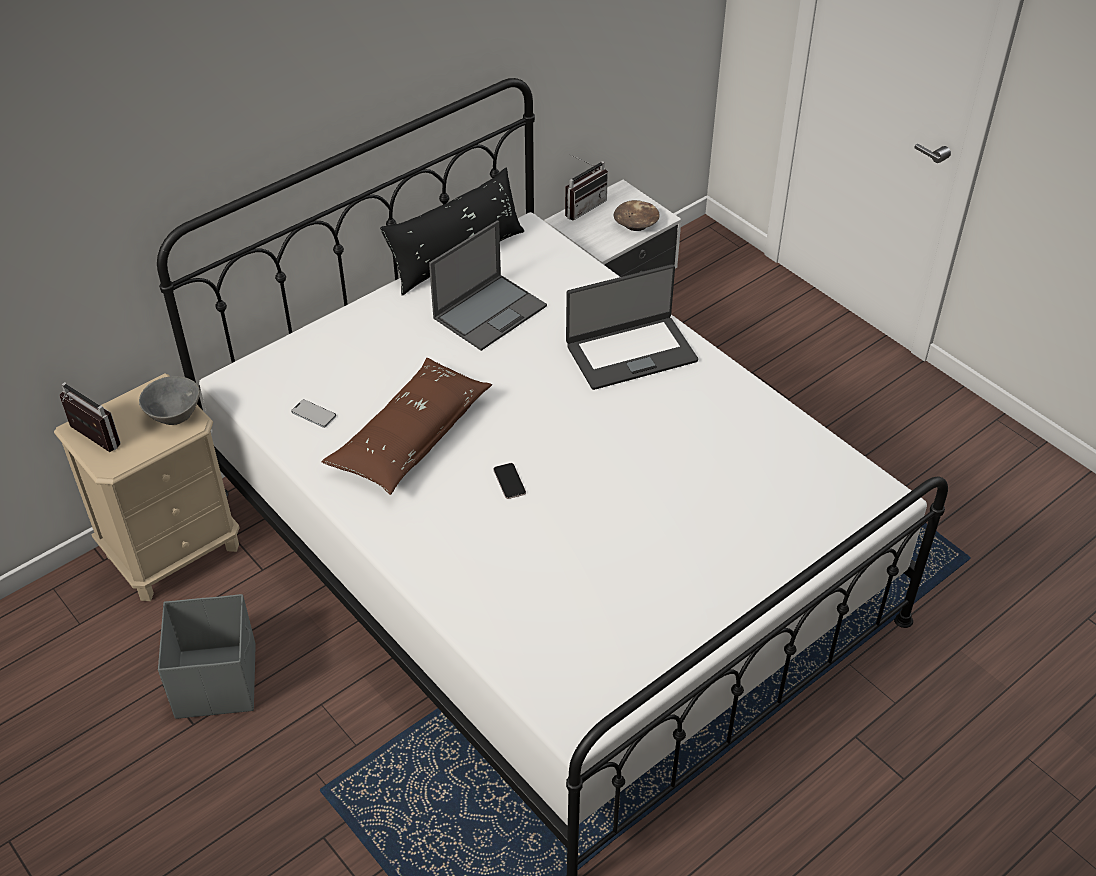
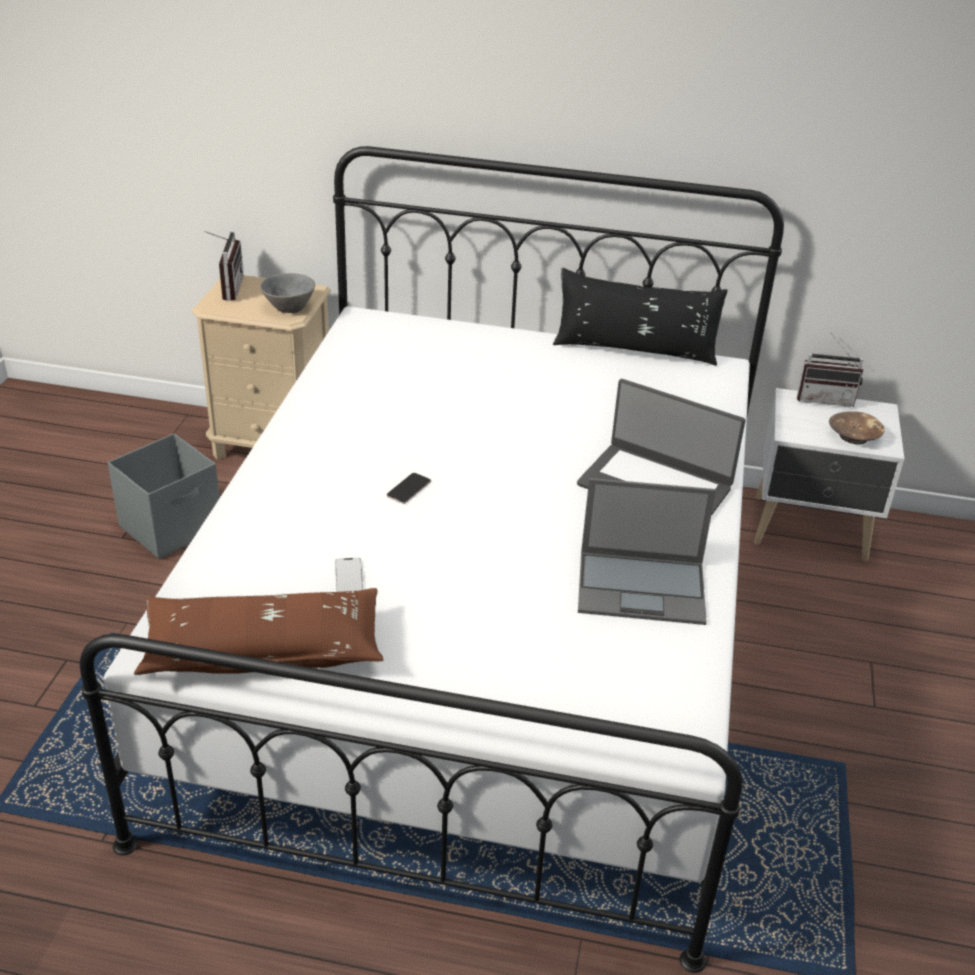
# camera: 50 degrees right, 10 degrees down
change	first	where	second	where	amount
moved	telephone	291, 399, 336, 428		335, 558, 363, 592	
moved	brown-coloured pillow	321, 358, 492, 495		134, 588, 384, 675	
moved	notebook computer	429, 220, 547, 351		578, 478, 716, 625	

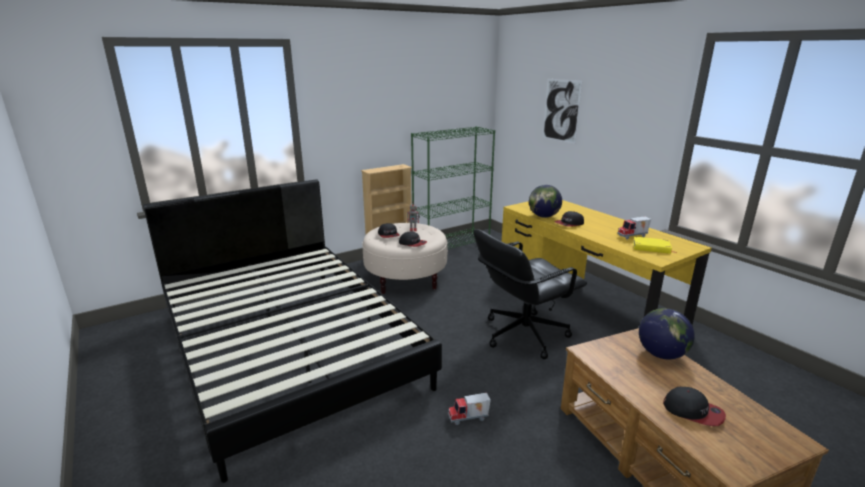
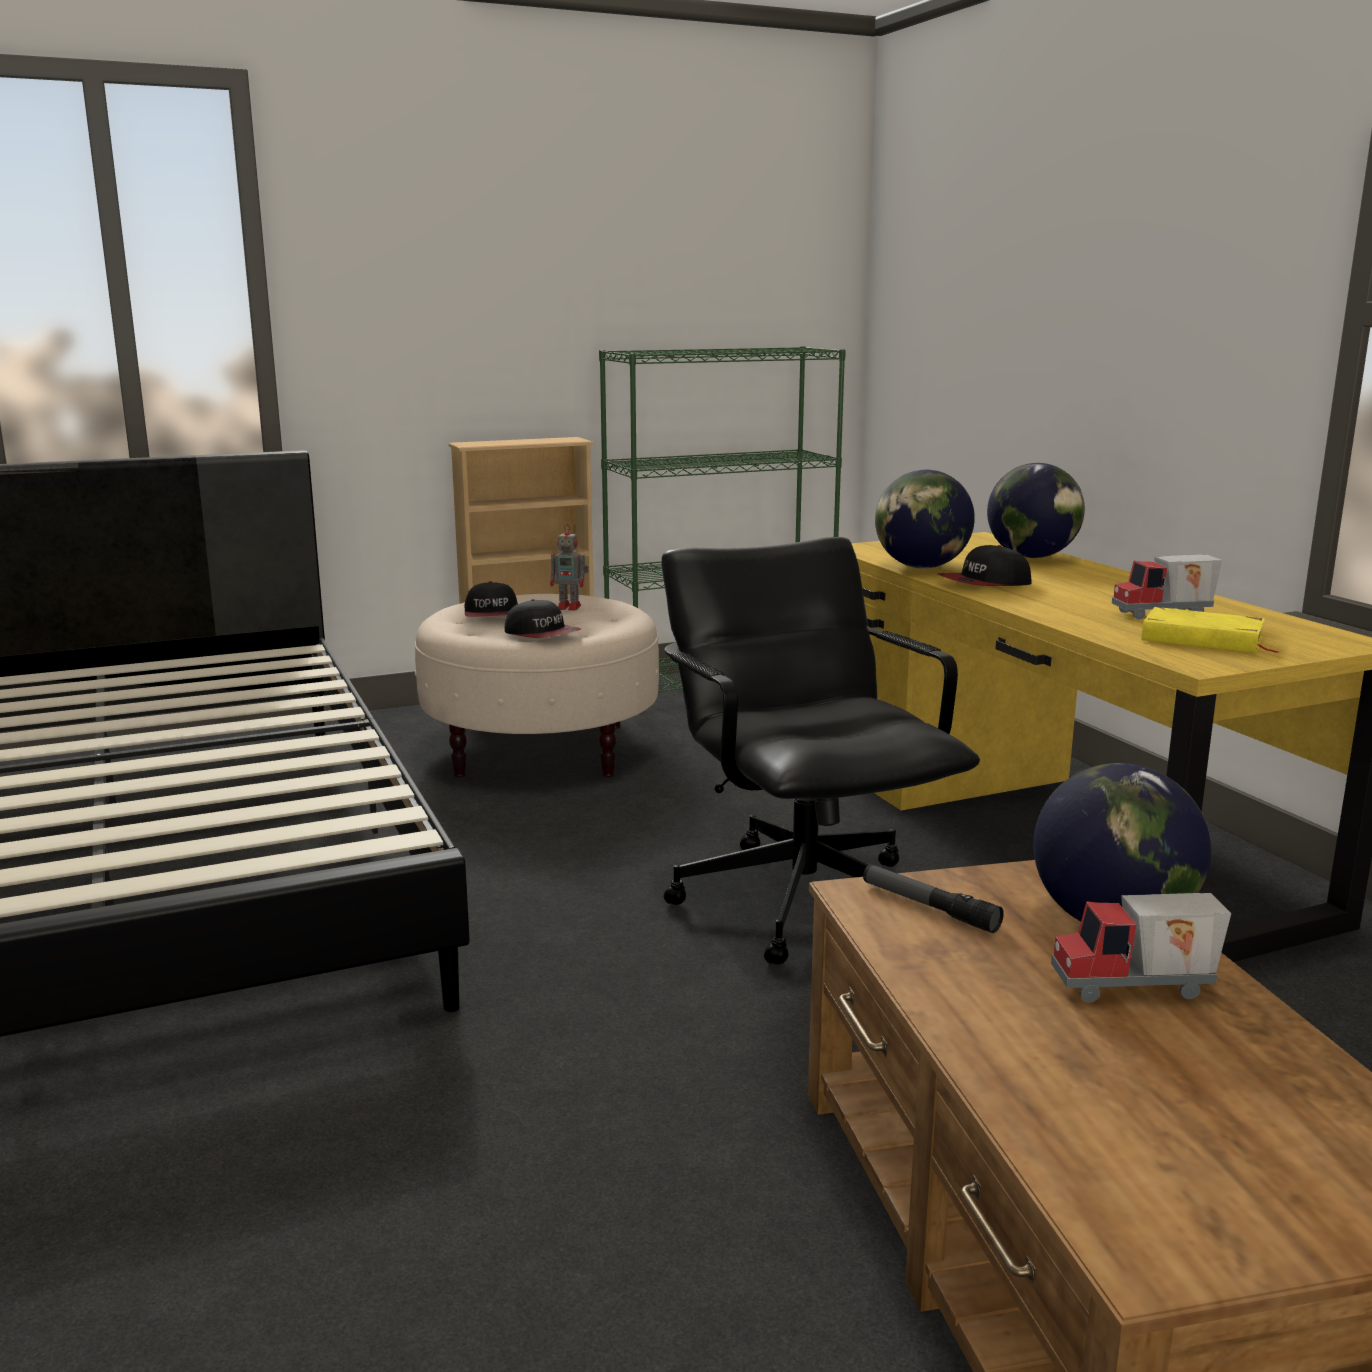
# camera: 10 degrees right, 5 degrees down
change	first	where	second	where	amount
moved	toy lorry	448, 393, 491, 425		1051, 893, 1231, 1002	
turned	black-coloured desk chair	473, 229, 587, 359		661, 537, 980, 965	90 degrees clockwise
removed	wall art	543, 79, 582, 144			
removed	baseball cap	663, 387, 726, 426			
added			hand torch	863, 864, 1004, 933	
added			globe	987, 463, 1085, 558	

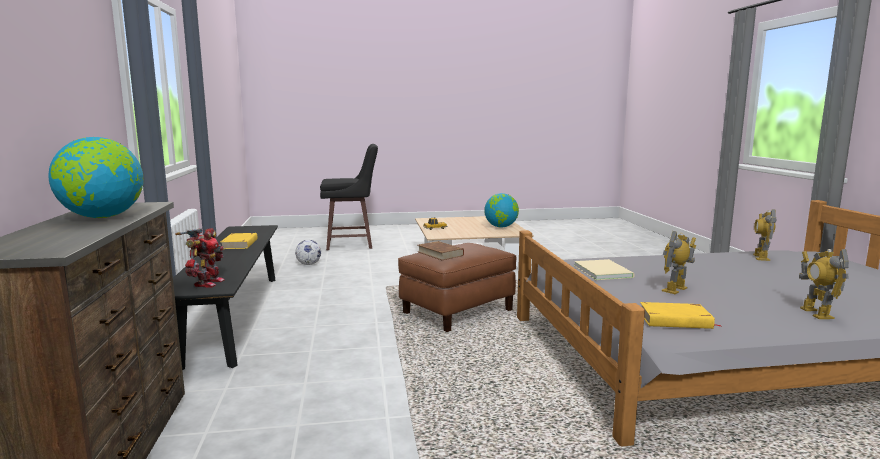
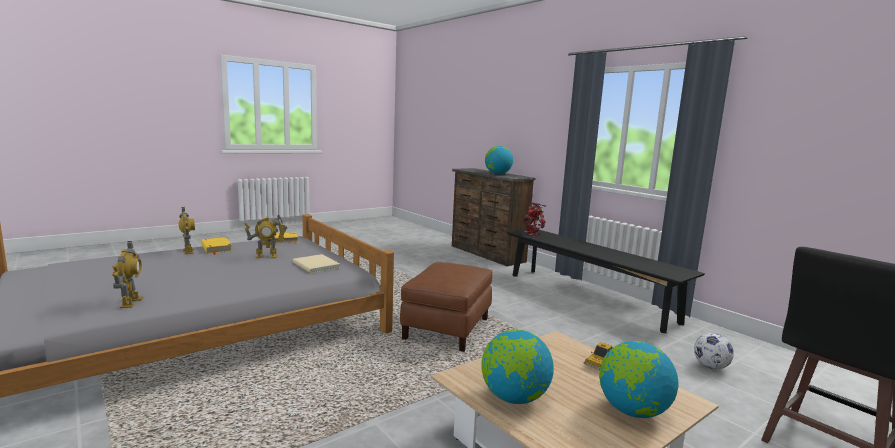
# camera: 150 degrees right, 0 degrees up
change	first	where	second	where	amount
moved	yellow-coloured volume	221, 233, 258, 249		201, 237, 232, 255	
removed	brown-coloured volume	418, 241, 464, 260			
turned	robot figure	662, 231, 696, 294		244, 214, 287, 258	60 degrees clockwise
added			globe	599, 341, 679, 418	

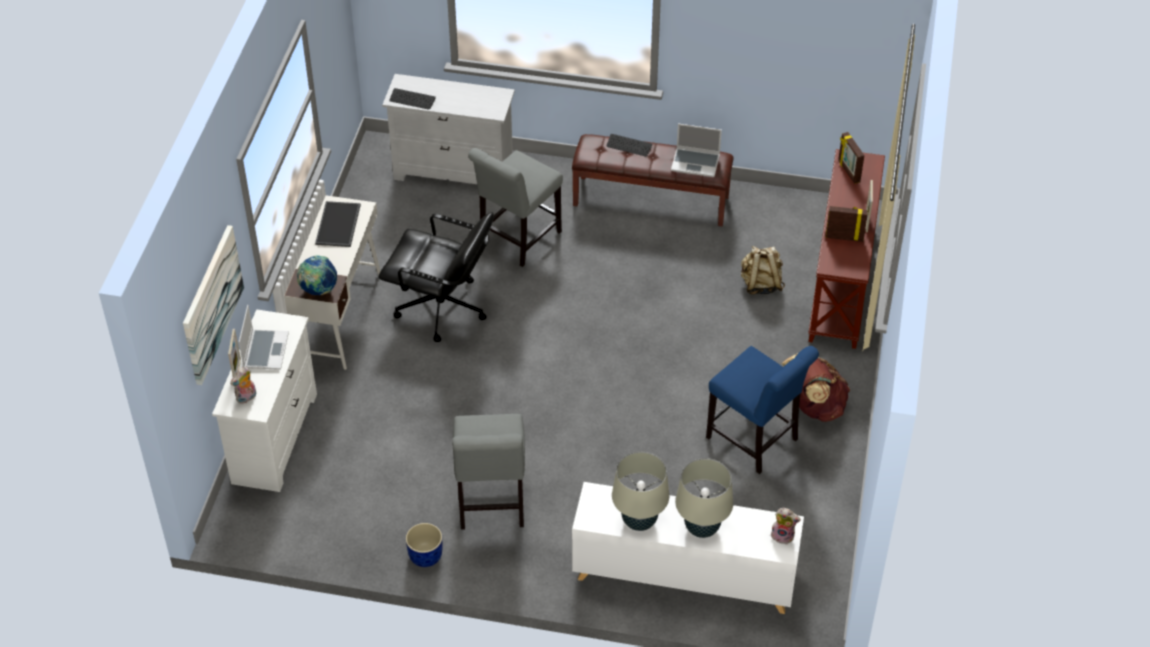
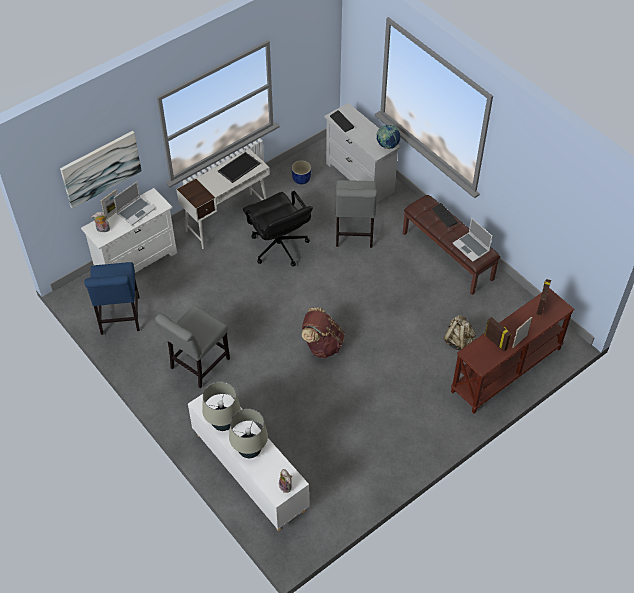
# camera: 40 degrees right, 5 degrees up
change	first	where	second	where	amount
moved	globe	297, 256, 337, 295		377, 125, 400, 149	
moved	blue-coloured flower pot	406, 523, 443, 567		291, 160, 311, 184	
turned	grey chair	468, 148, 563, 267		335, 180, 377, 248	75 degrees counterclockwise
moved	blue-coloured chair	706, 346, 819, 474		84, 262, 140, 335	
moved	brown-coloured rucksack	782, 353, 850, 422		302, 307, 345, 358	

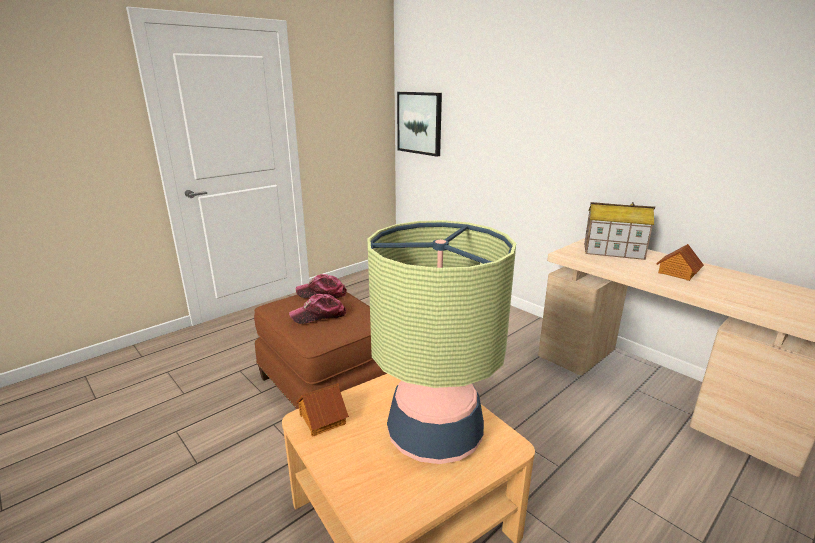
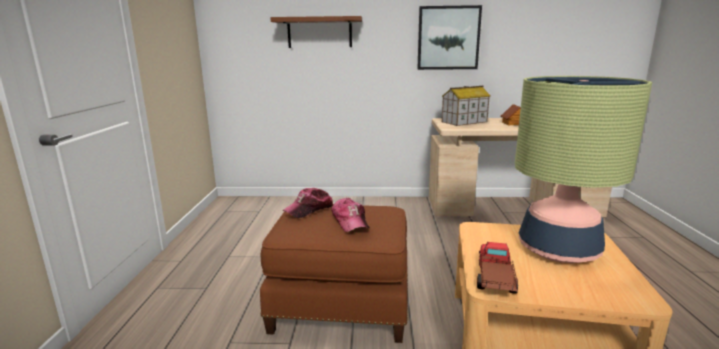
# camera: 45 degrees left, 5 degrees down
change	first	where	second	where	amount
turned	baseball cap	289, 294, 346, 324		331, 198, 370, 232	45 degrees counterclockwise
replaced	miniature house	297, 383, 349, 437	toy lorry	477, 242, 519, 293	
moved	wall art	397, 92, 442, 157		417, 5, 482, 70	
added			brown-coloured wall shelf	270, 16, 362, 48	

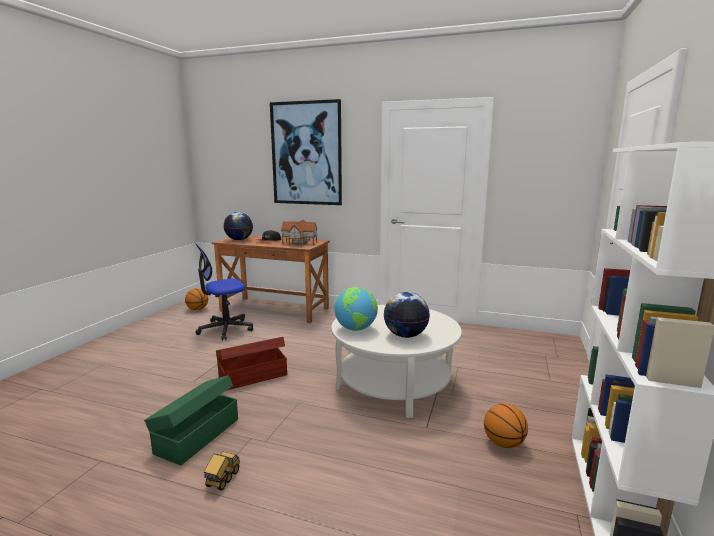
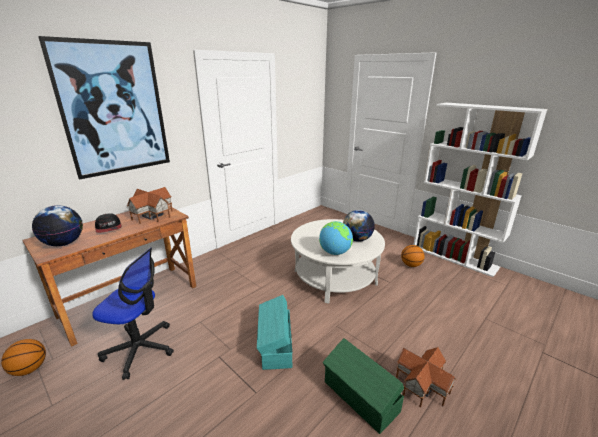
# camera: 65 degrees left, 10 degrees up
change	first	where	second	where	amount
turned	desk chair	195, 243, 253, 340		92, 248, 174, 380	75 degrees counterclockwise
replaced	toy lorry	203, 452, 240, 491	miniature house	396, 347, 456, 407	
recoloured	brown-coloured storage bin	216, 337, 287, 390	blue-green storage bin	257, 295, 292, 370	

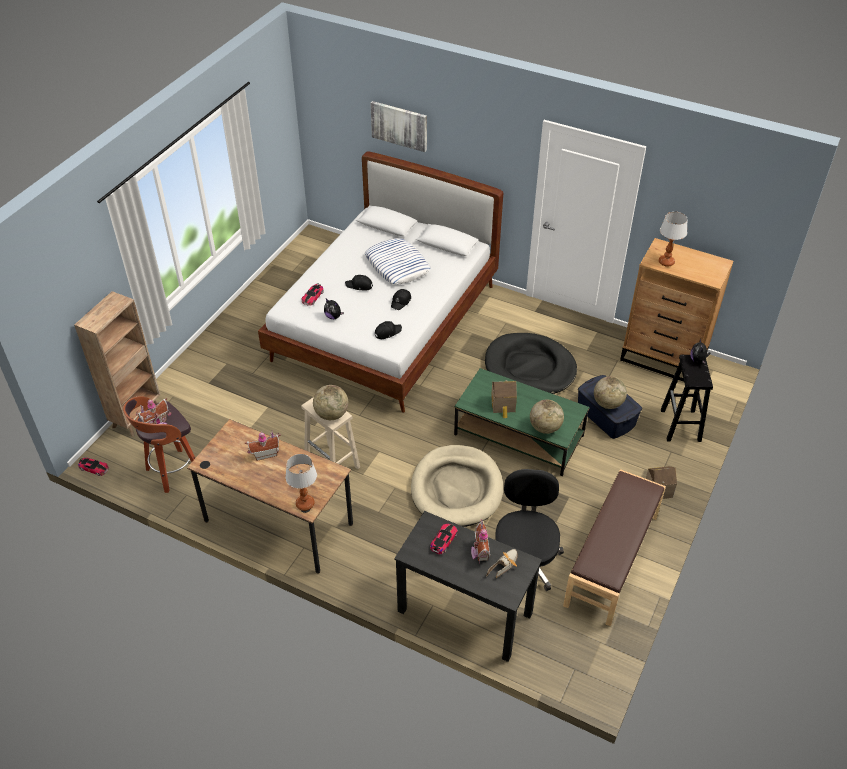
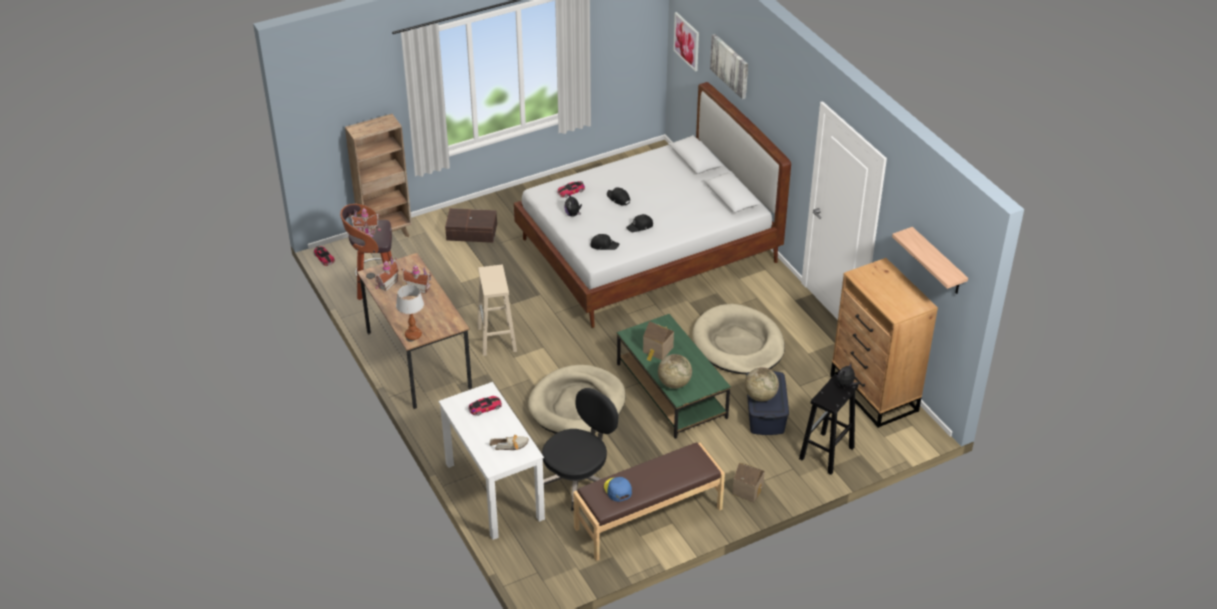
# camera: 35 degrees right, 5 degrees down
change	first	where	second	where	amount
removed	globe	313, 385, 348, 420			
removed	pillow	365, 238, 431, 284			
recoloured	black-coloured desk table	394, 511, 542, 662	white-coloured desk table	439, 382, 545, 540	
moved	miniature house	471, 519, 490, 564		375, 256, 399, 291	
recoloured	black-coloured pet bed	485, 333, 577, 394	beige-coloured pet bed	692, 304, 785, 374	
removed	tabletop lamp	659, 212, 688, 267			
added			brown-coloured storage bin	445, 208, 497, 243	
added			blue-coloured baseball cap	604, 477, 632, 502	
added			wall art	673, 12, 699, 72	
added			wall shelf	892, 227, 968, 294	

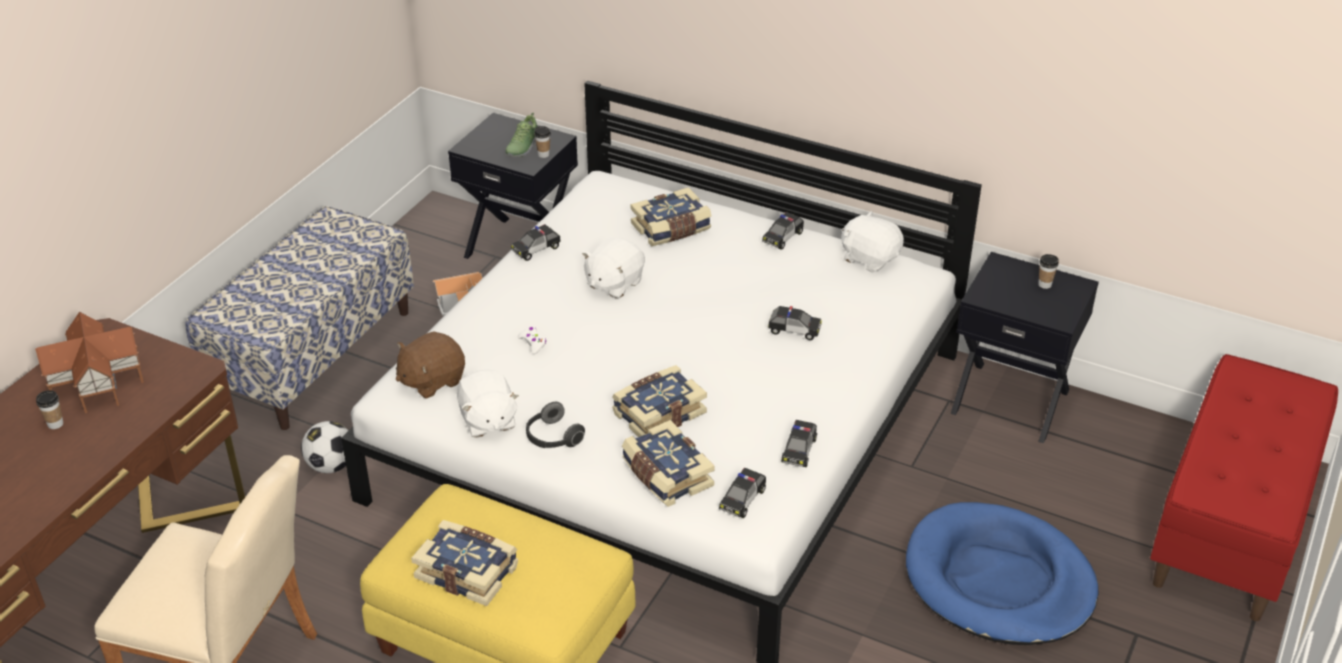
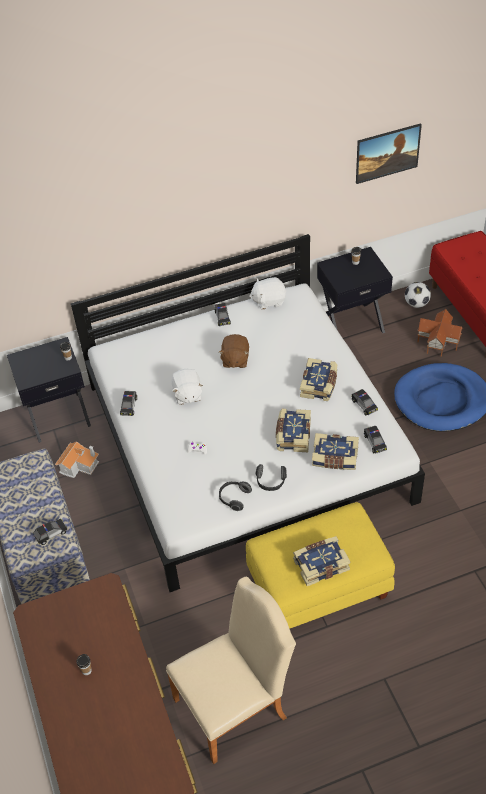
# camera: 45 degrees left, 10 degrees up
change	first	where	second	where	amount
moved	miniature house	35, 312, 144, 413		417, 309, 463, 357	
moved	football	301, 421, 348, 473		405, 282, 431, 308	
moved	brown-coloured plush toy	396, 331, 465, 399		218, 334, 249, 368	
replaced	white-coloured plush toy	457, 370, 519, 437	pair of headphones	219, 482, 252, 511	
removed	low shoe	505, 113, 538, 157			
moved	volume	631, 187, 712, 247		300, 358, 337, 401	
moved	miniature car	767, 306, 822, 340		33, 519, 67, 545	
added			wall art	356, 123, 422, 184	

